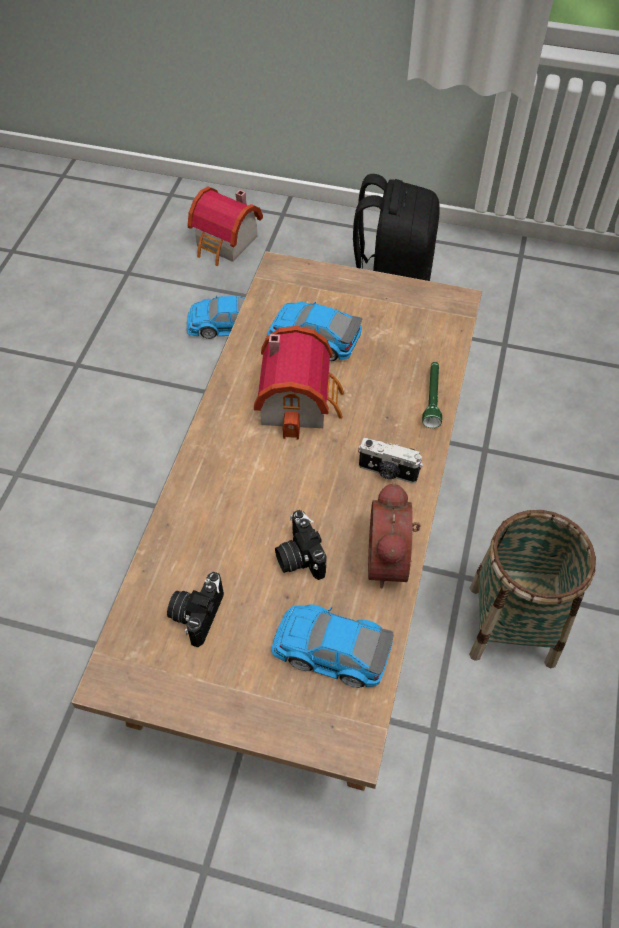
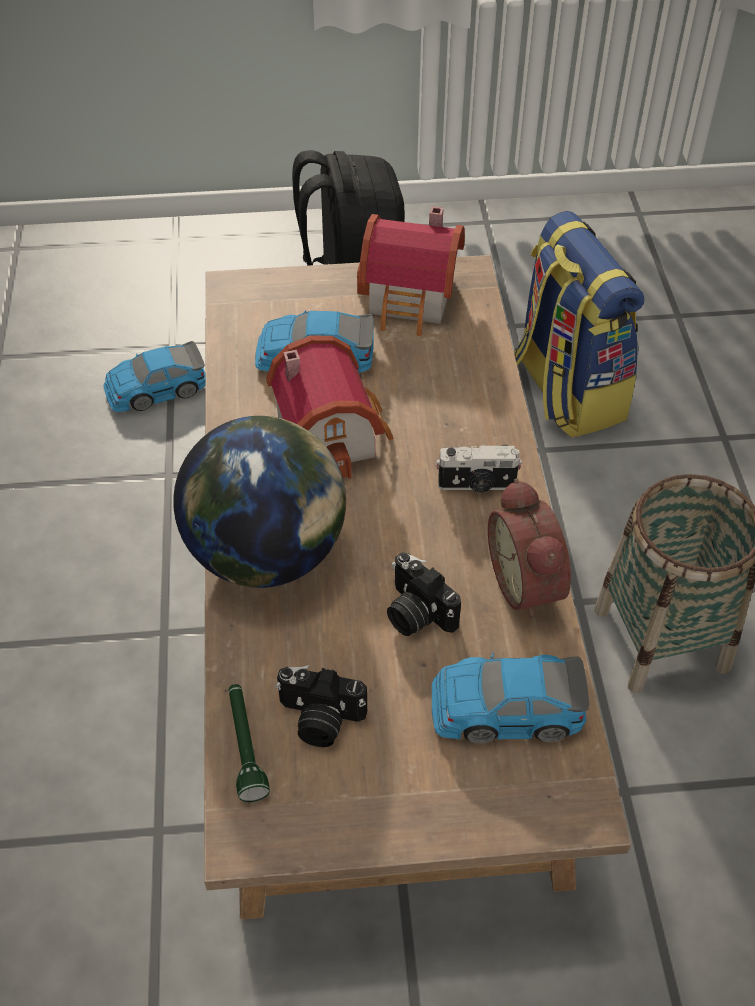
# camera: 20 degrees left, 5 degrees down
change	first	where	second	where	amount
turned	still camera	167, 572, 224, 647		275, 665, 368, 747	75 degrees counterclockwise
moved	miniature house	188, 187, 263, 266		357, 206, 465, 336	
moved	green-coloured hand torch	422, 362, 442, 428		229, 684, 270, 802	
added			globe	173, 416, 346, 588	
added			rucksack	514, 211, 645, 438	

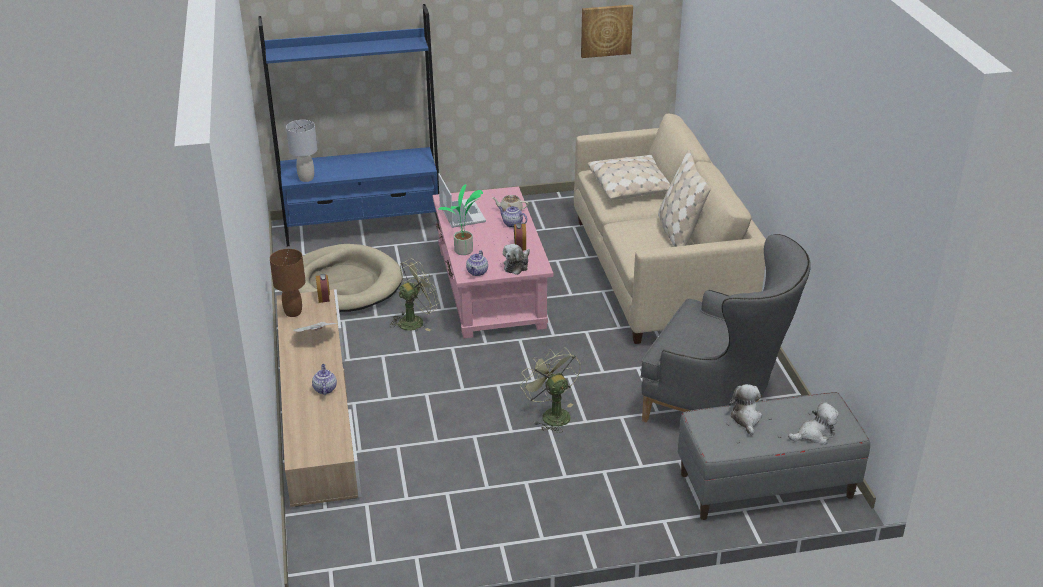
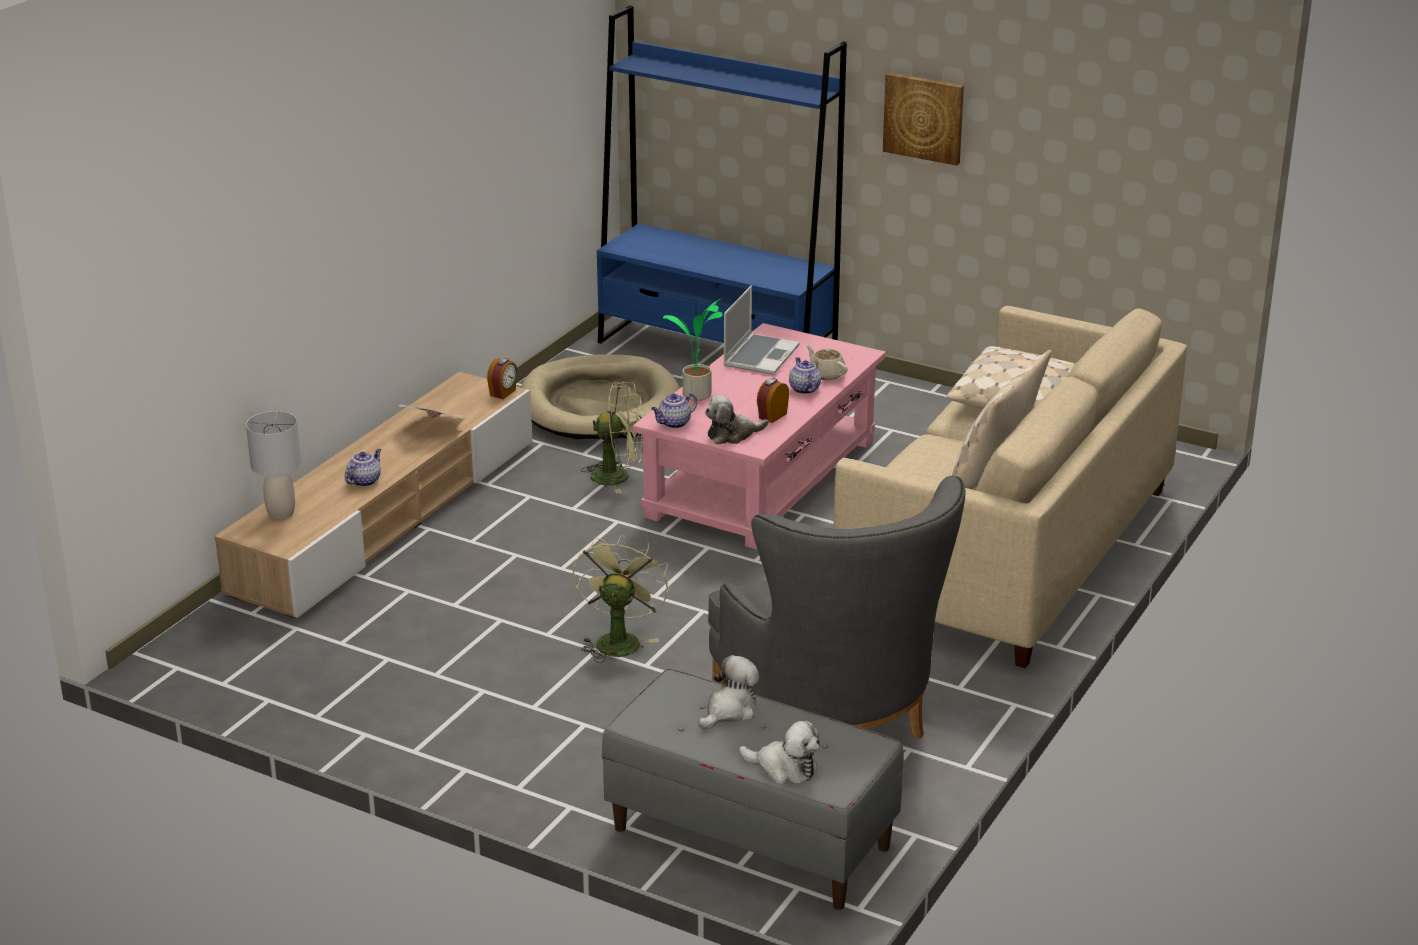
# camera: 40 degrees right, 5 degrees down
change	first	where	second	where	amount
removed	brown-coloured tabletop lamp	270, 249, 306, 317			
moved	grey tabletop lamp	286, 120, 317, 182		246, 411, 301, 519	
moved	wall art	581, 5, 633, 58		883, 72, 964, 166	

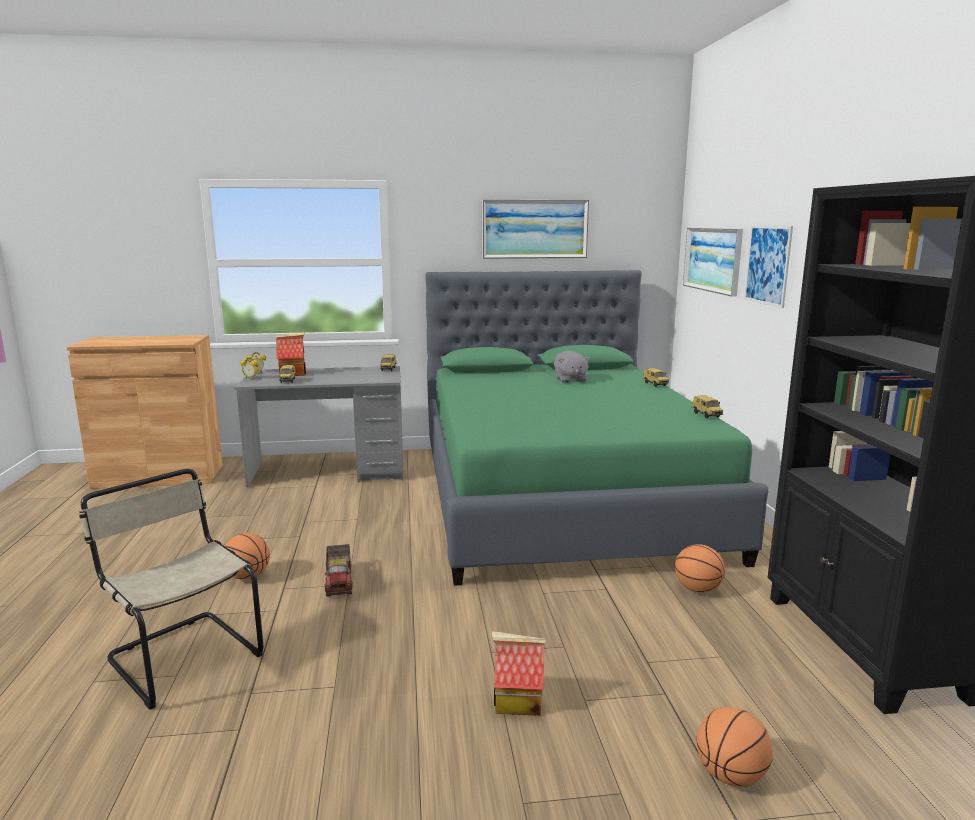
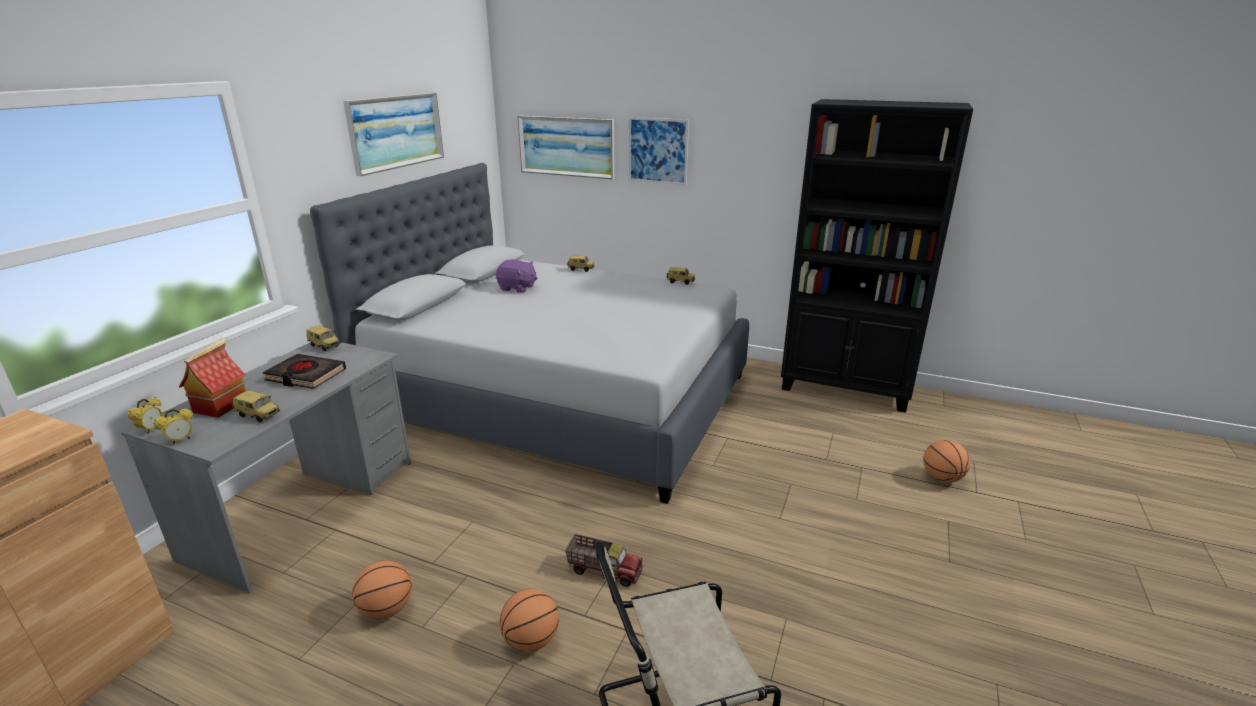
# camera: 60 degrees left, 10 degrees up
change	first	where	second	where	amount
recoloured	green-coloured sleeping bed	425, 270, 769, 586	grey sleeping bed	310, 163, 749, 504	
removed	miniature house	491, 631, 547, 716			
recoloured	grey plush toy	554, 351, 590, 383	purple plush toy	496, 260, 537, 293	
moved	basketball ball	675, 544, 725, 593		352, 560, 412, 619	
added			black-coloured volume	263, 354, 346, 389	

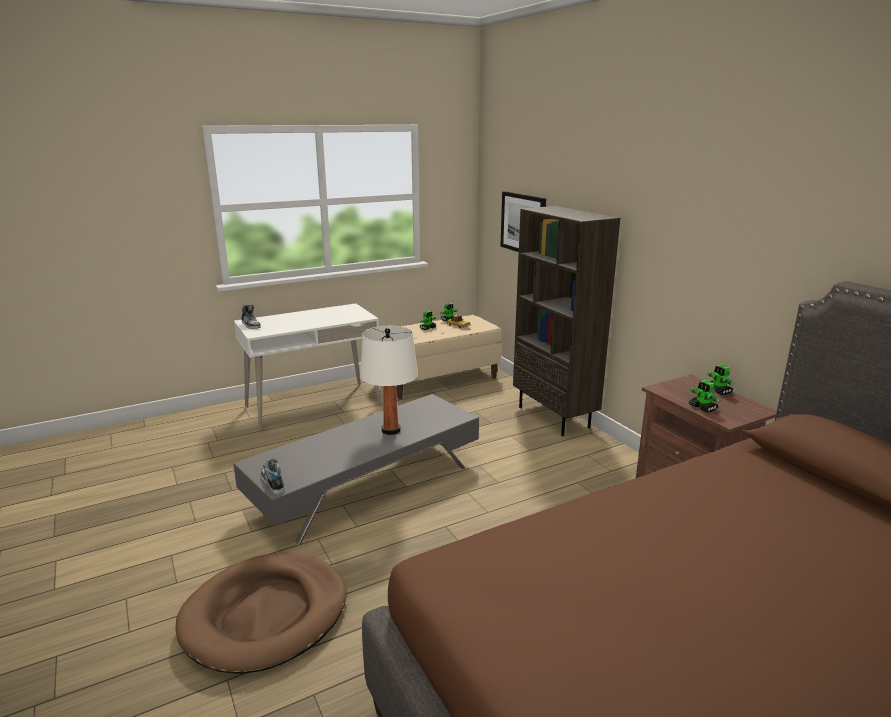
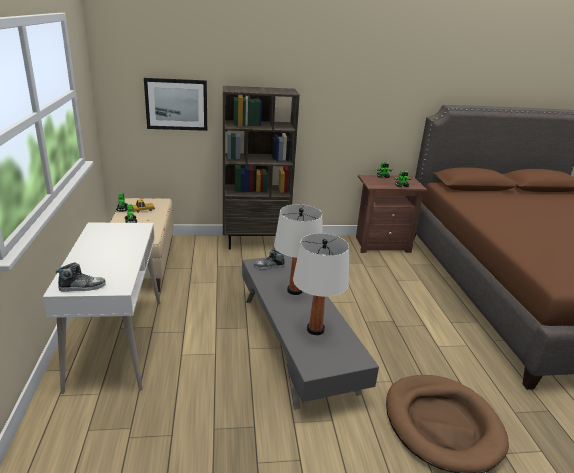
# camera: 70 degrees left, 5 degrees up
change	first	where	second	where	amount
moved	low shoe	261, 459, 284, 494		254, 249, 286, 269	
added			white-coloured tabletop lamp	293, 233, 349, 335	

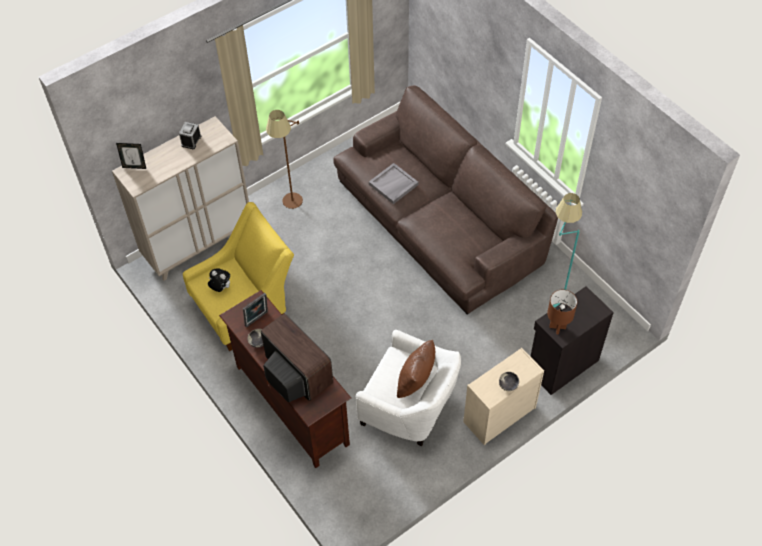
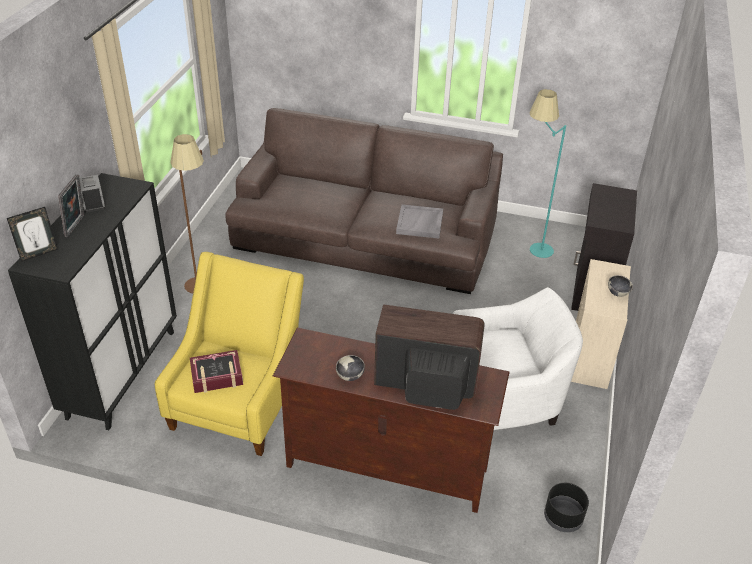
# camera: 40 degrees left, 15 degrees down
change	first	where	second	where	amount
recoloured	beige-coloured cabinet	112, 116, 249, 281	black-coloured cabinet	8, 173, 177, 430	
replaced	plush toy	208, 269, 230, 292	volume	190, 350, 243, 393	
moved	picture frame	243, 293, 268, 328		58, 174, 84, 237	
moved	grey serving tray	369, 163, 418, 204		396, 204, 443, 238	
removed	brown-coloured pillow	397, 340, 435, 398			
removed	brown-coloured tabletop lamp	547, 290, 577, 335			
added			black-coloured flower pot	544, 483, 589, 532	

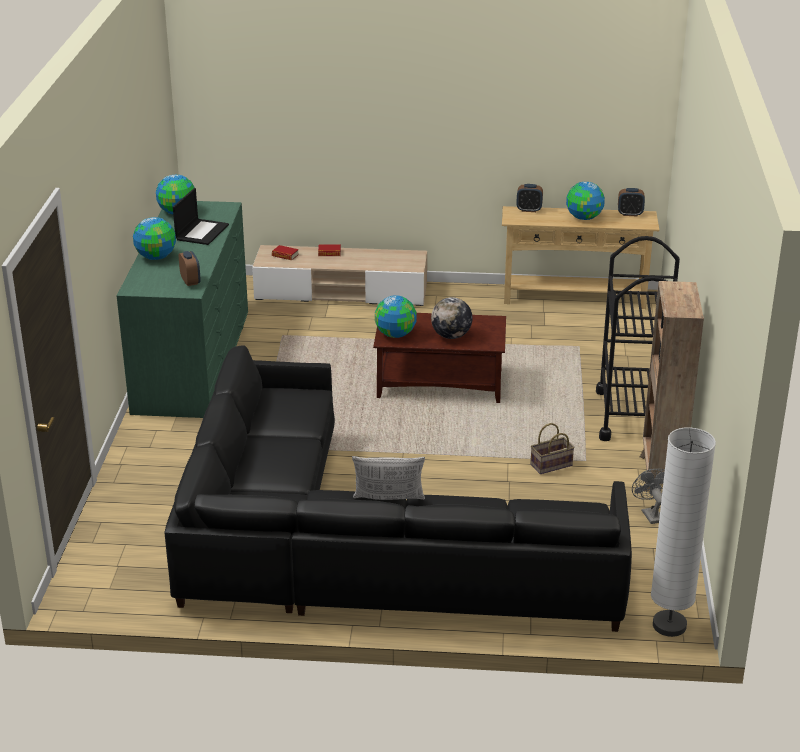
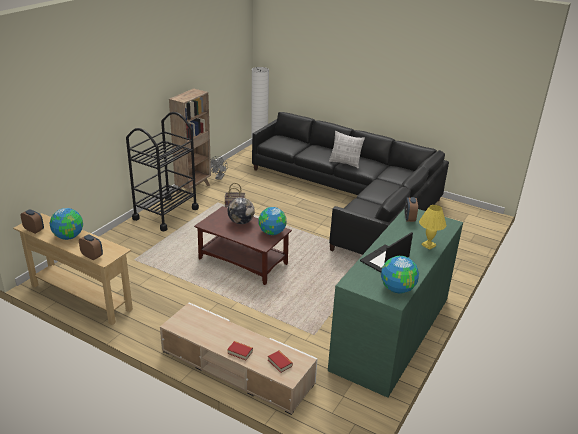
# camera: 155 degrees left, 0 degrees up
change	first	where	second	where	amount
replaced	globe	133, 217, 176, 260	yellow-coloured tabletop lamp	419, 205, 446, 250	

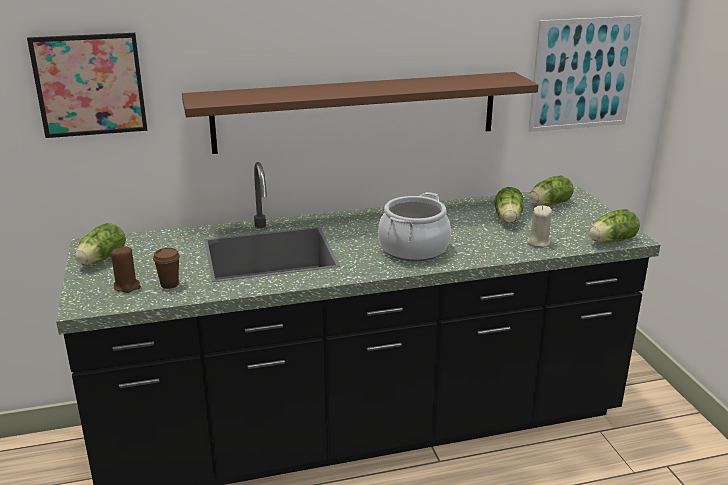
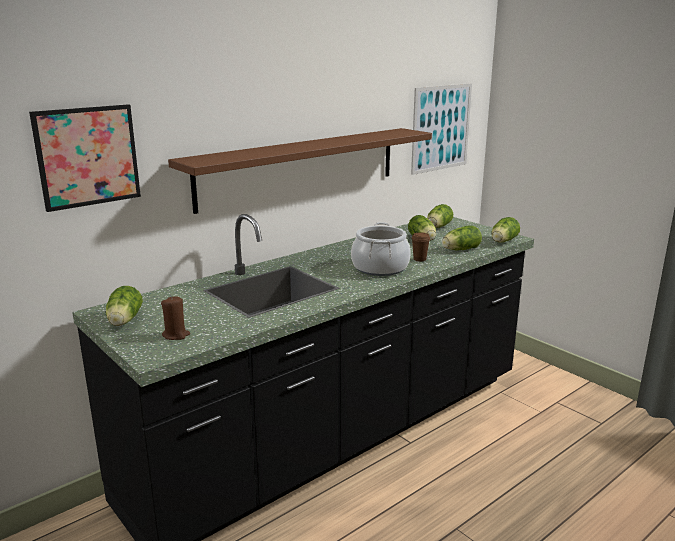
# camera: 25 degrees left, 5 degrees down
change	first	where	second	where	amount
moved	brown-coloured drinking cup	153, 248, 180, 289		412, 232, 430, 261	
replaced	beige-coloured wax light	527, 206, 552, 248	head of lettuce	442, 225, 482, 250	

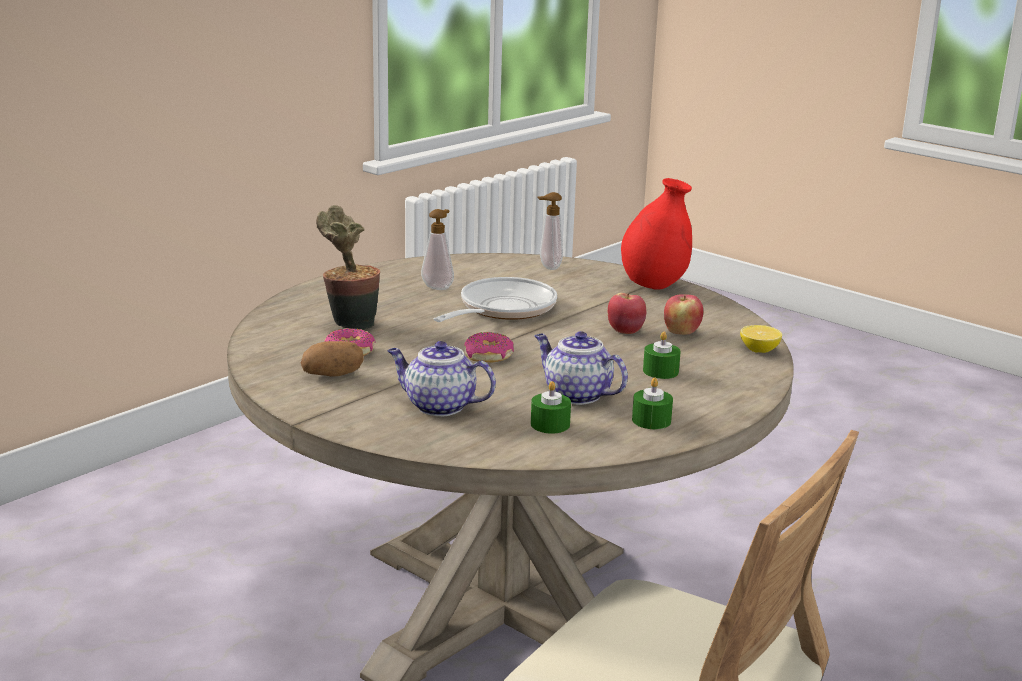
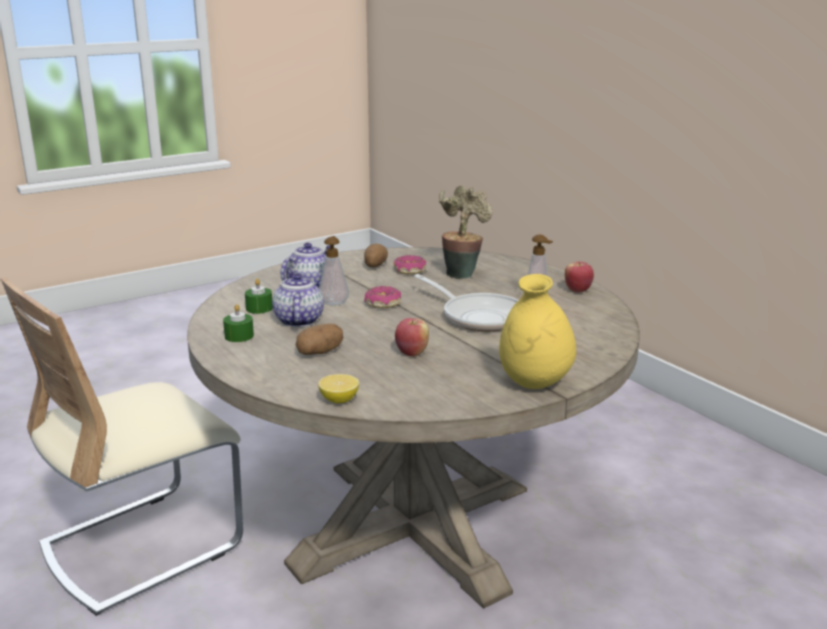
# camera: 105 degrees right, 0 degrees up
change	first	where	second	where	amount
turned	pot for tea	534, 331, 628, 405		272, 273, 324, 327	60 degrees counterclockwise
moved	liquid soap bottle	538, 192, 563, 270		319, 236, 349, 305	
recoloured	reddish vase	621, 178, 692, 289	yellow-coloured vase	499, 274, 576, 389	
replaced	green-coloured wax light	643, 332, 681, 379	whole potato	296, 323, 343, 355	
moved	apple	664, 294, 703, 335		565, 262, 594, 293	

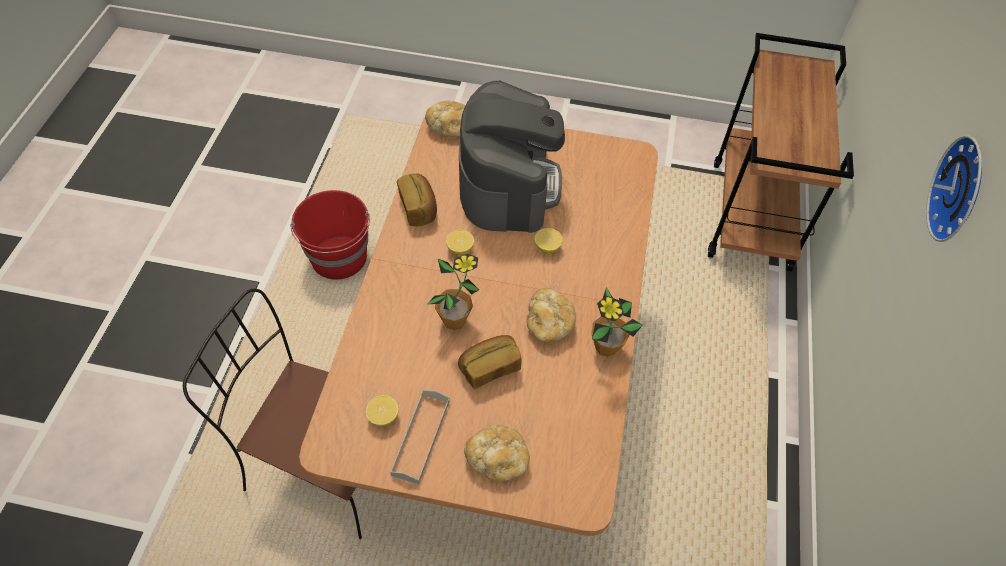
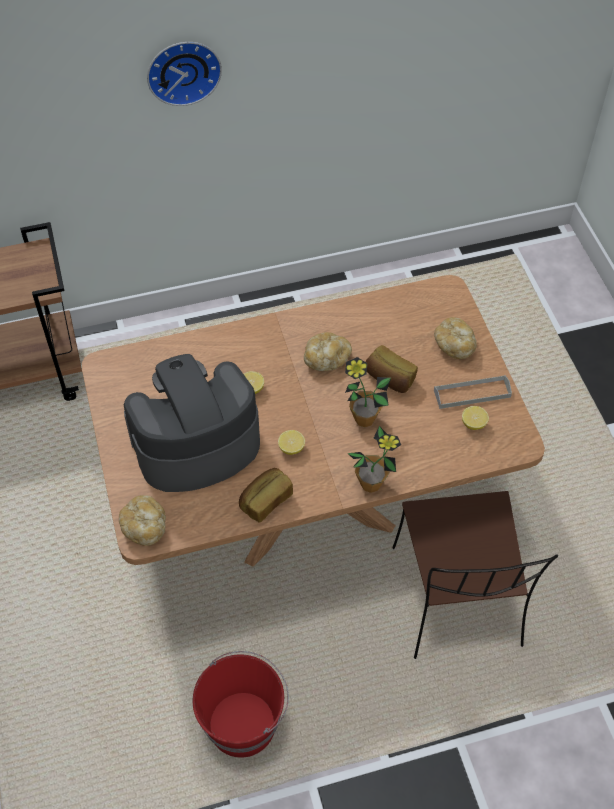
# camera: 115 degrees left, 0 degrees up
change	first	where	second	where	amount
moved	plant in a pot	592, 287, 643, 357		347, 426, 401, 493	

